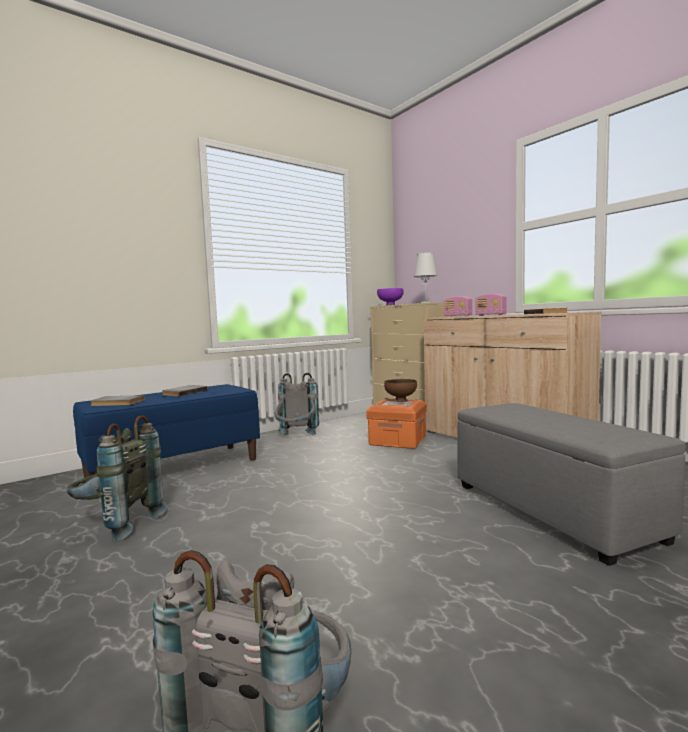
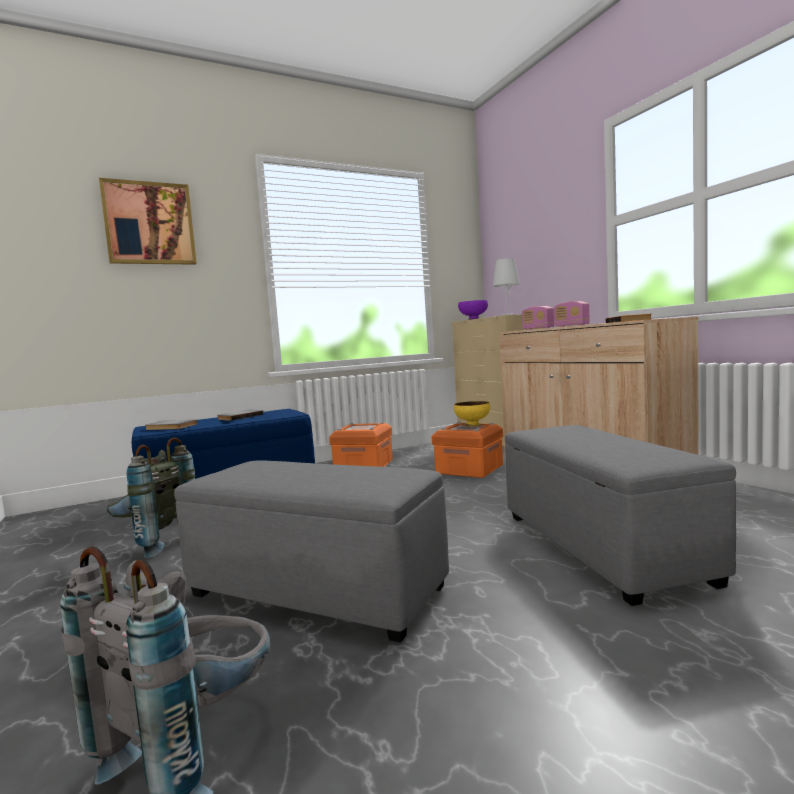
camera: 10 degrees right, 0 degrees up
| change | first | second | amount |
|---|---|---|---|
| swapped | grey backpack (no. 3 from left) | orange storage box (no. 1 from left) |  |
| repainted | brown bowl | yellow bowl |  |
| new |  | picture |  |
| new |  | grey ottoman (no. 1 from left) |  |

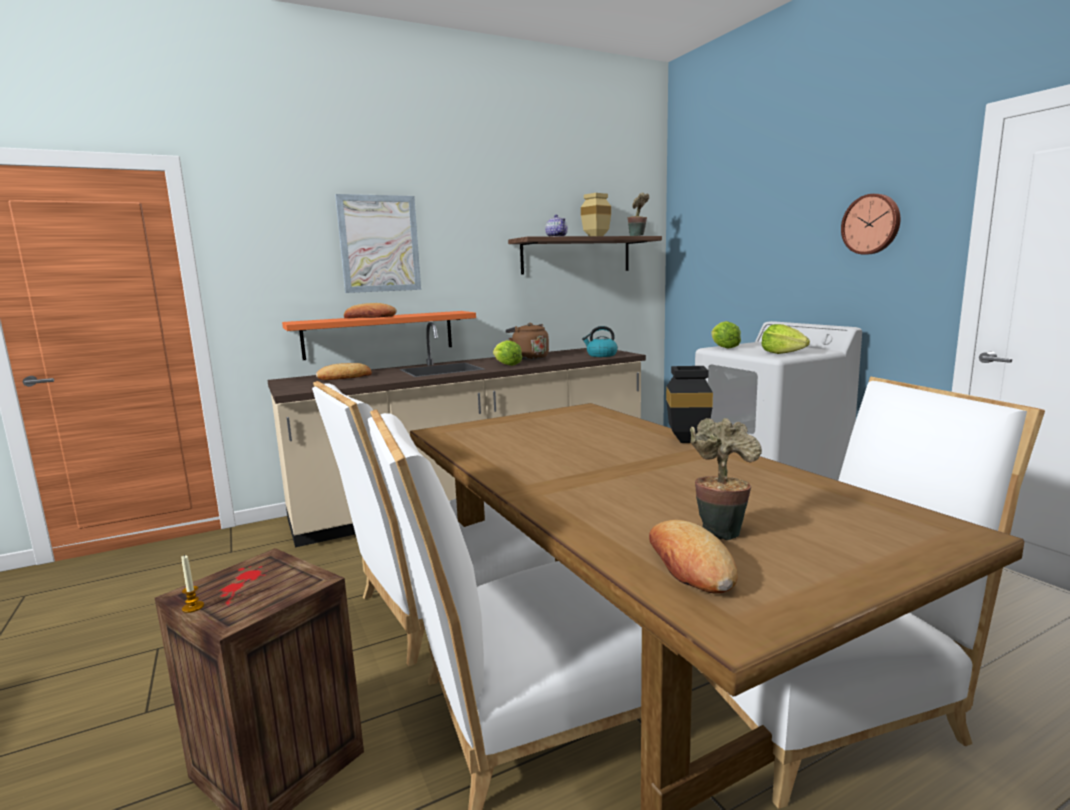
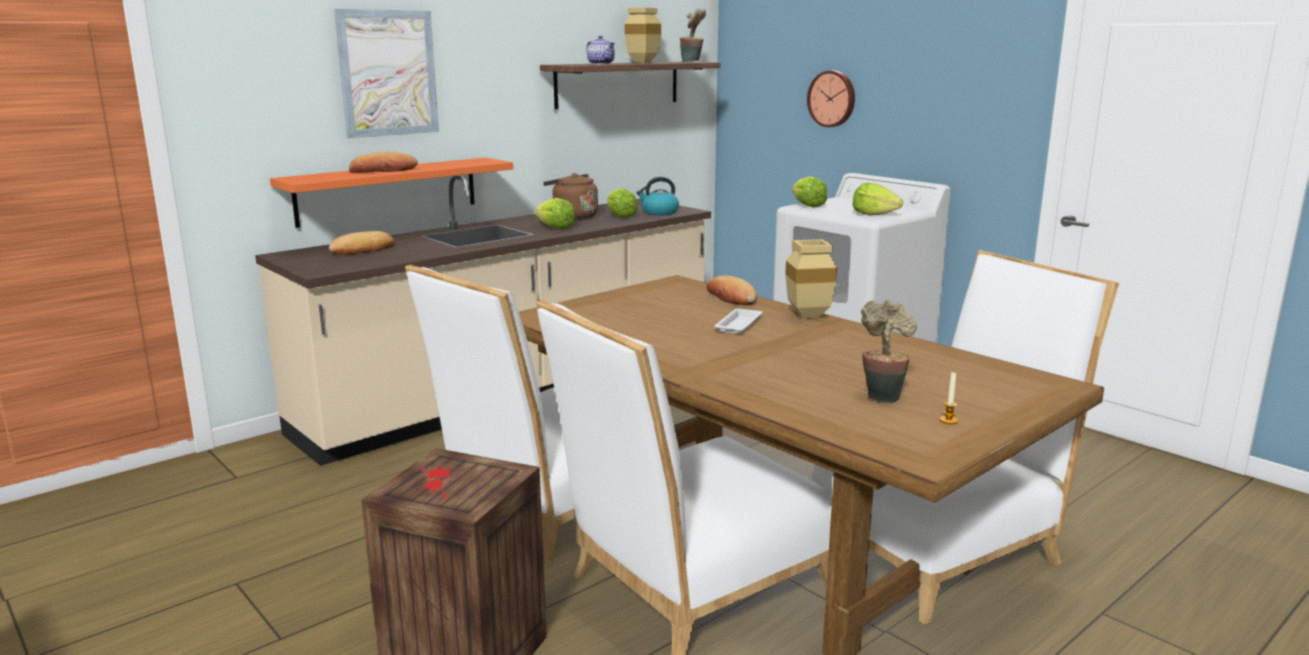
camera: 15 degrees left, 5 degrees up
| change | first | second | amount |
|---|---|---|---|
| shifted | wall clock |  |  |
| repainted | black vase | beige vase (no. 2 from left) |  |
| shifted | bread (no. 3 from left) |  |  |
| shifted | candle |  |  |
| new |  | lettuce (no. 2 from left) |  |
| new |  | white tray |  |

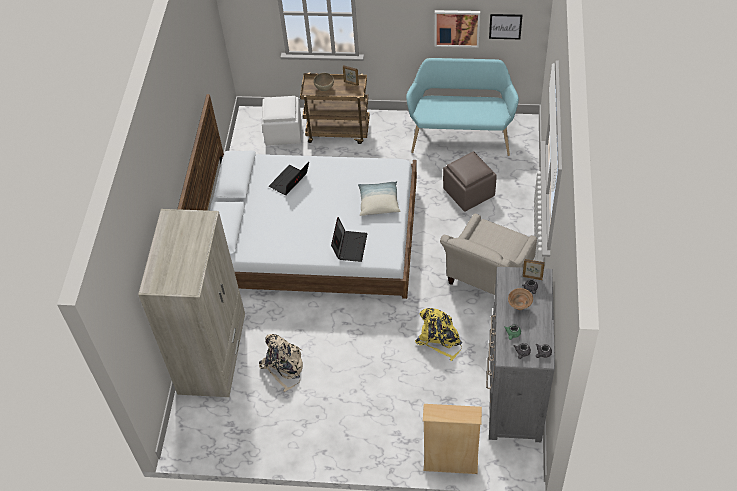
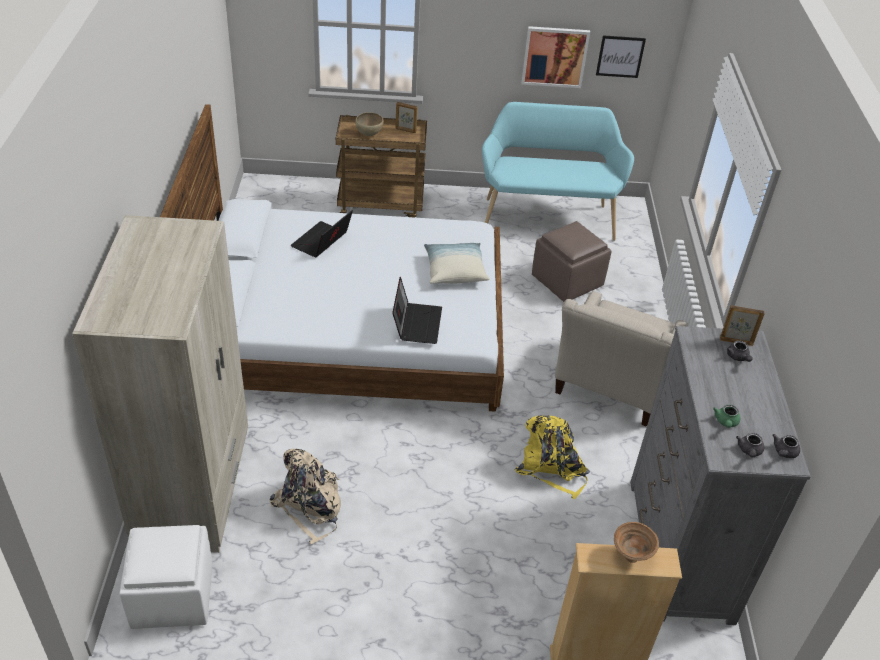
camera: 10 degrees left, 10 degrees down
| change | first | second | amount |
|---|---|---|---|
| shifted | white ottoman |  |  |
| shifted | brown bowl (no. 2 from left) |  |  |

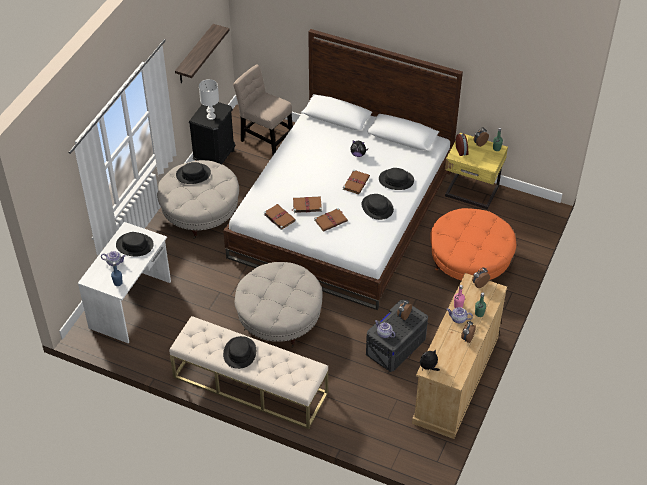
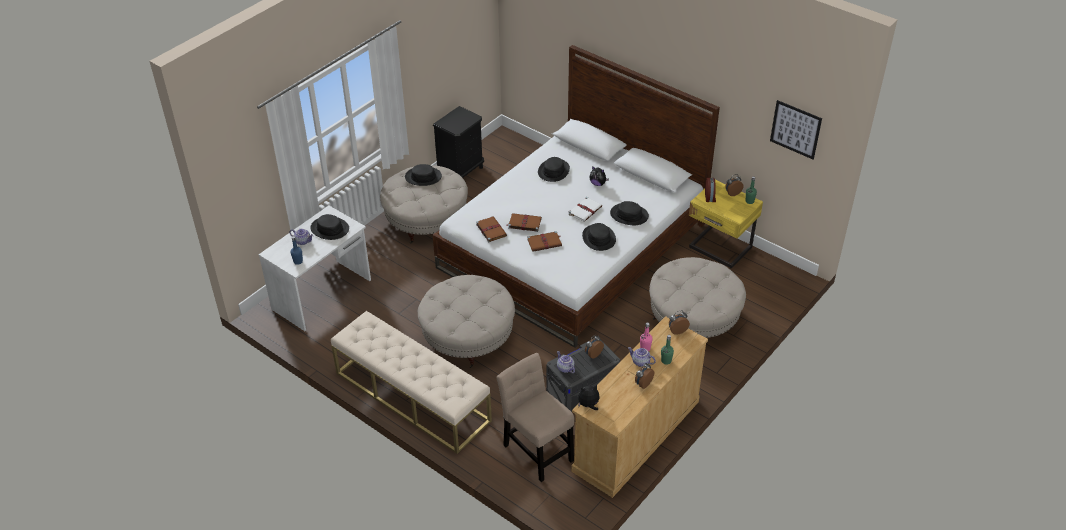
camera: 15 degrees right, 5 degrees down
| change | first | second | amount |
|---|---|---|---|
| gone | shelf |  |  |
| shifted | beige chair |  |  |
| gone | white table lamp |  |  |
| repainted | brown book (no. 4 from left) | white book |  |
| repainted | orange ottoman | beige ottoman (no. 3 from left) |  |
| shifted | black hat (no. 3 from left) |  |  |
| new |  | picture |  |

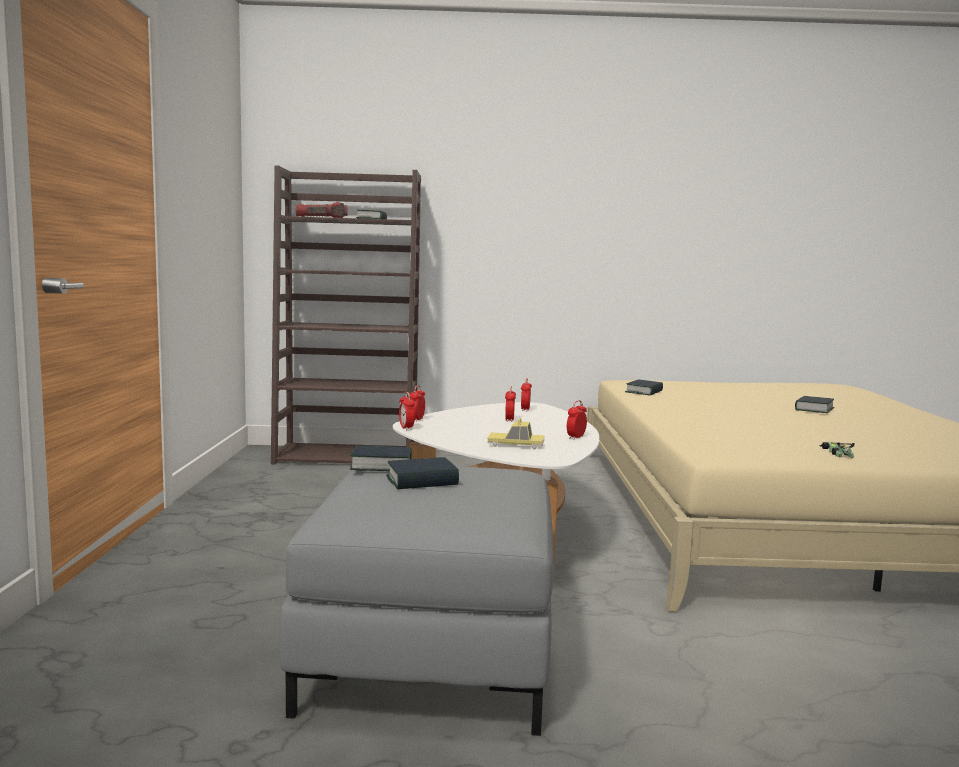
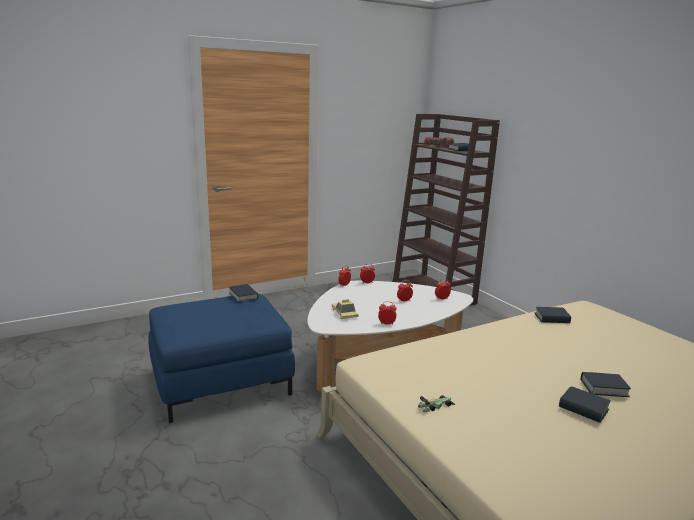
camera: 60 degrees right, 10 degrees up
| change | first | second | amount |
|---|---|---|---|
| shifted | book (no. 3 from left in the first image) | book (no. 4 from left) |  |
| repainted | grey ottoman | blue ottoman |  |

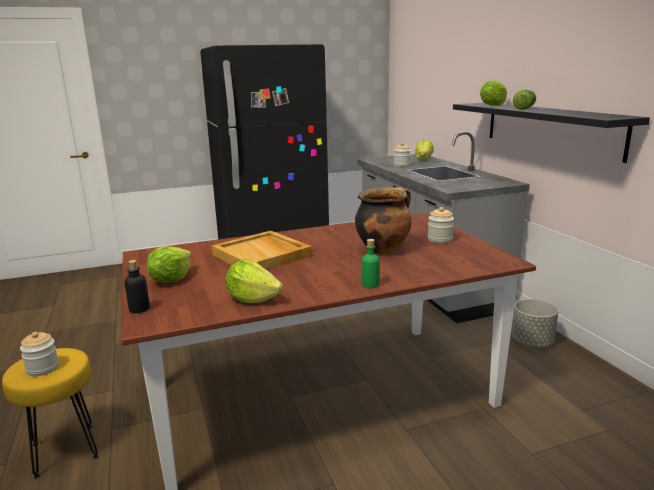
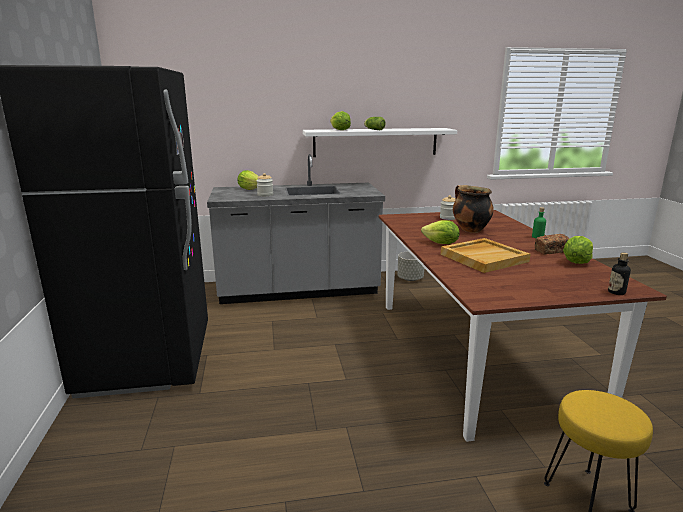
camera: 80 degrees left, 0 degrees up
| change | first | second | amount |
|---|---|---|---|
| repainted | black shelf | white shelf |  |
| shifted | lettuce (no. 1 from left in the first image) | lettuce (no. 4 from left) |  |
| gone | jar (no. 1 from left) |  |  |
| new |  | bread |  |

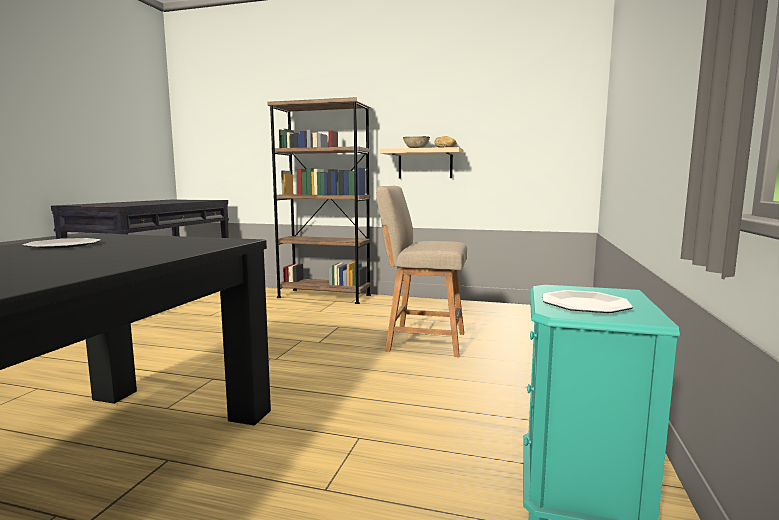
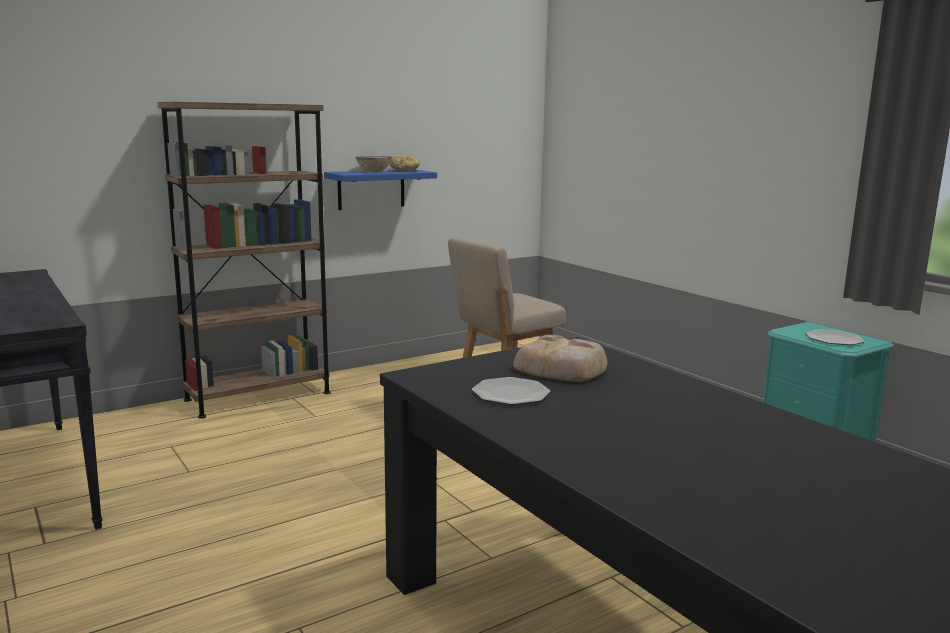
camera: 50 degrees left, 5 degrees up
| change | first | second | amount |
|---|---|---|---|
| repainted | beige shelf | blue shelf |  |
| new |  | bread (no. 2 from left) |  |

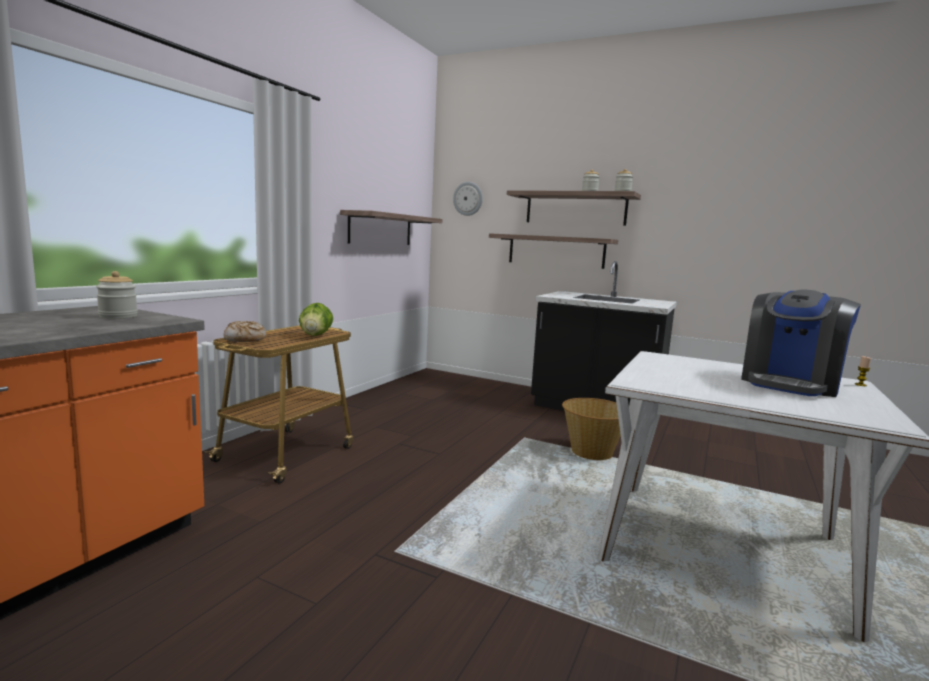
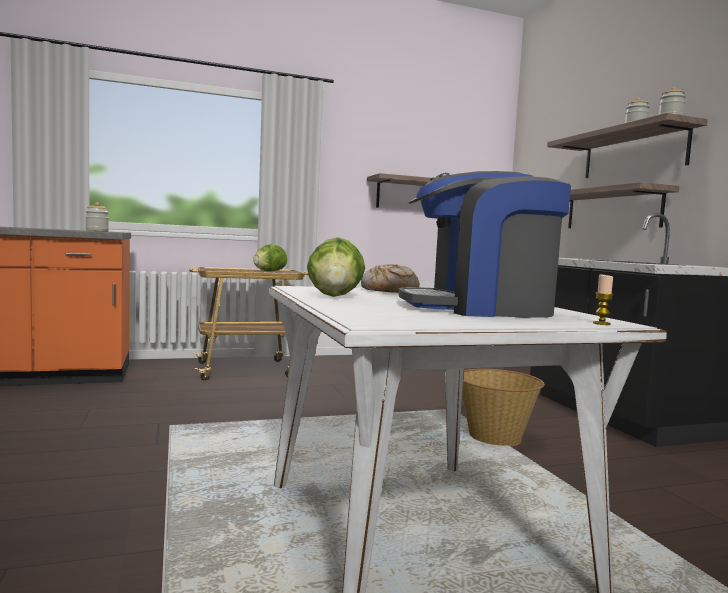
camera: 45 degrees right, 5 degrees down
| change | first | second | amount |
|---|---|---|---|
| gone | wall clock |  |  |
| shifted | bread |  |  |
| new |  | lettuce (no. 2 from left) |  |

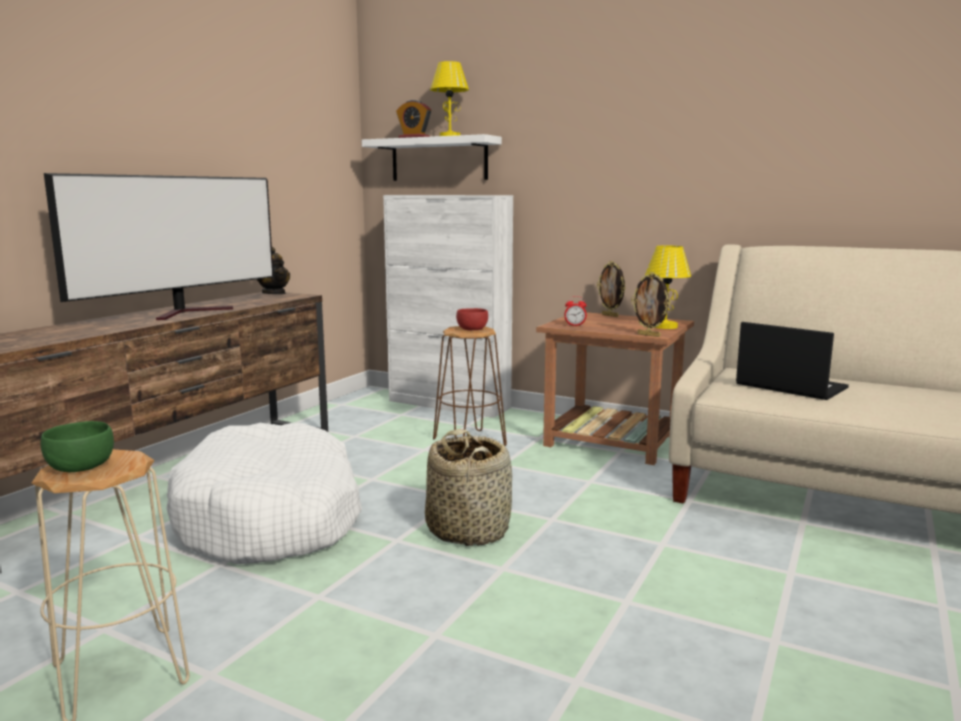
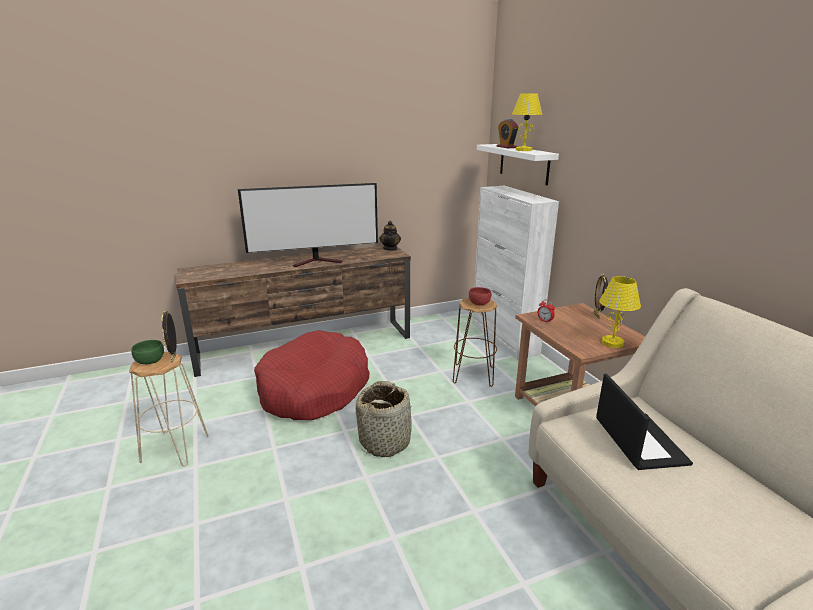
camera: 40 degrees right, 10 degrees up
| change | first | second | amount |
|---|---|---|---|
| shifted | picture frame (no. 2 from left in the first image) | picture frame (no. 1 from left) |  |
| repainted | white dog bed | red dog bed |  |

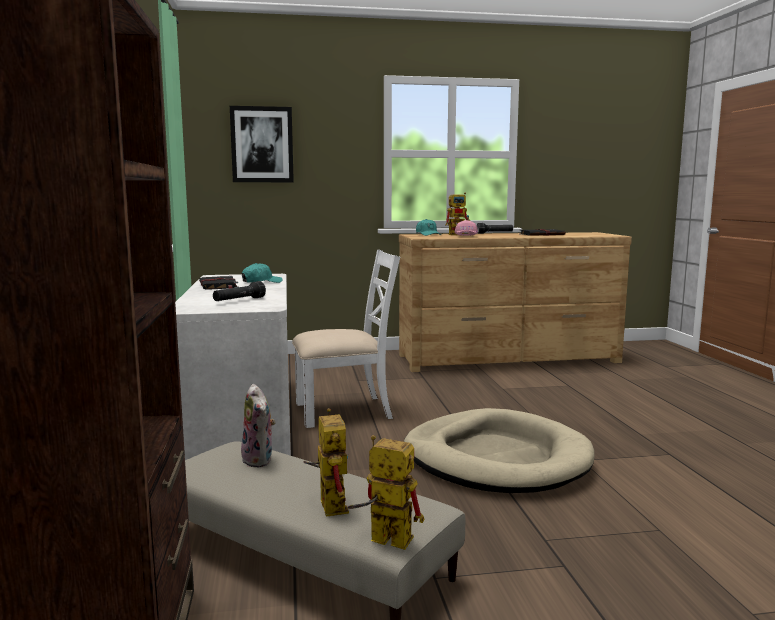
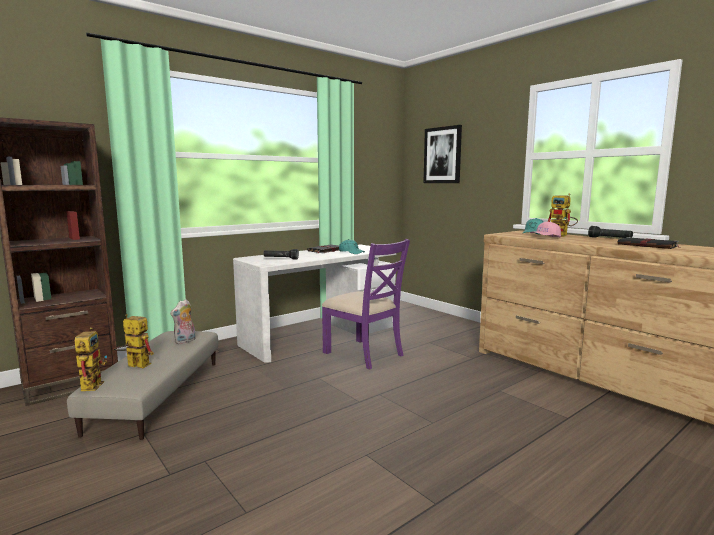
camera: 60 degrees right, 0 degrees up
| change | first | second | amount |
|---|---|---|---|
| repainted | white chair | purple chair |  |
| rotated | toy robot (no. 1 from left in the first image) | toy robot (no. 2 from left) | 120 degrees counterclockwise |
| gone | beige dog bed |  |  |

